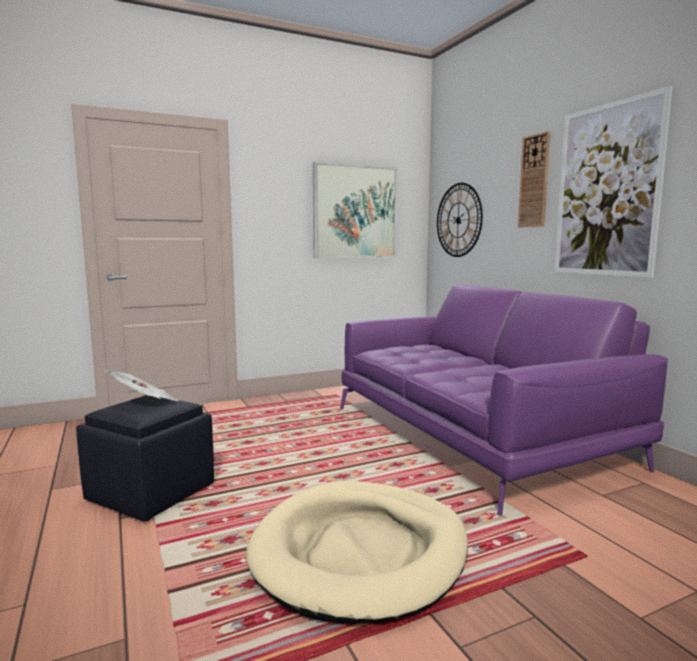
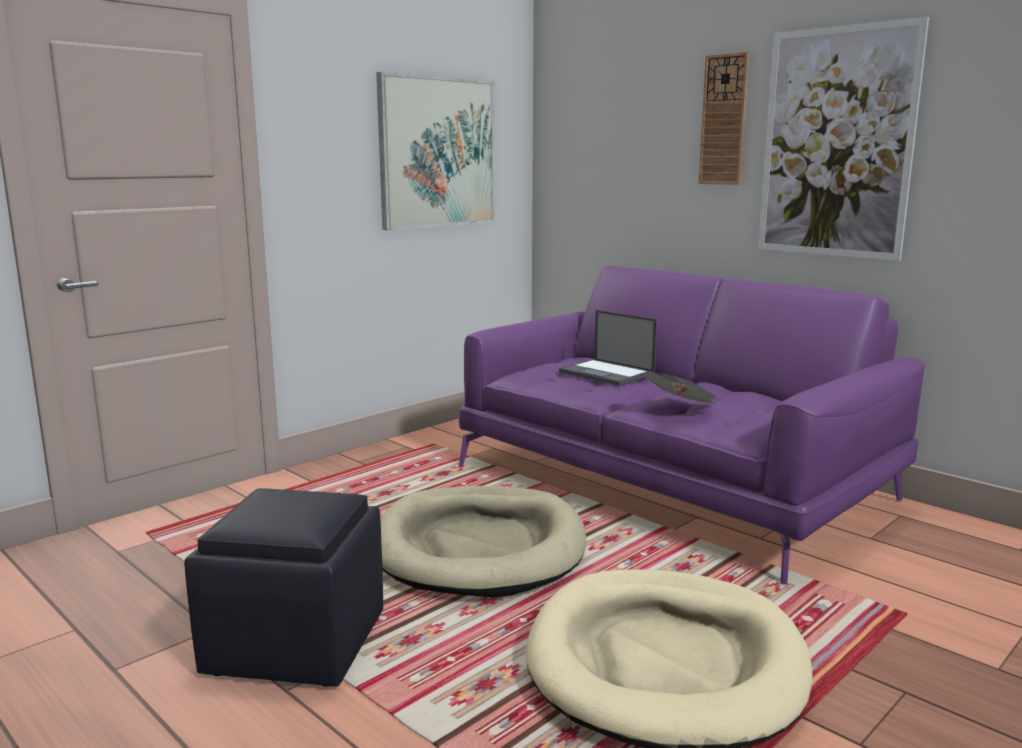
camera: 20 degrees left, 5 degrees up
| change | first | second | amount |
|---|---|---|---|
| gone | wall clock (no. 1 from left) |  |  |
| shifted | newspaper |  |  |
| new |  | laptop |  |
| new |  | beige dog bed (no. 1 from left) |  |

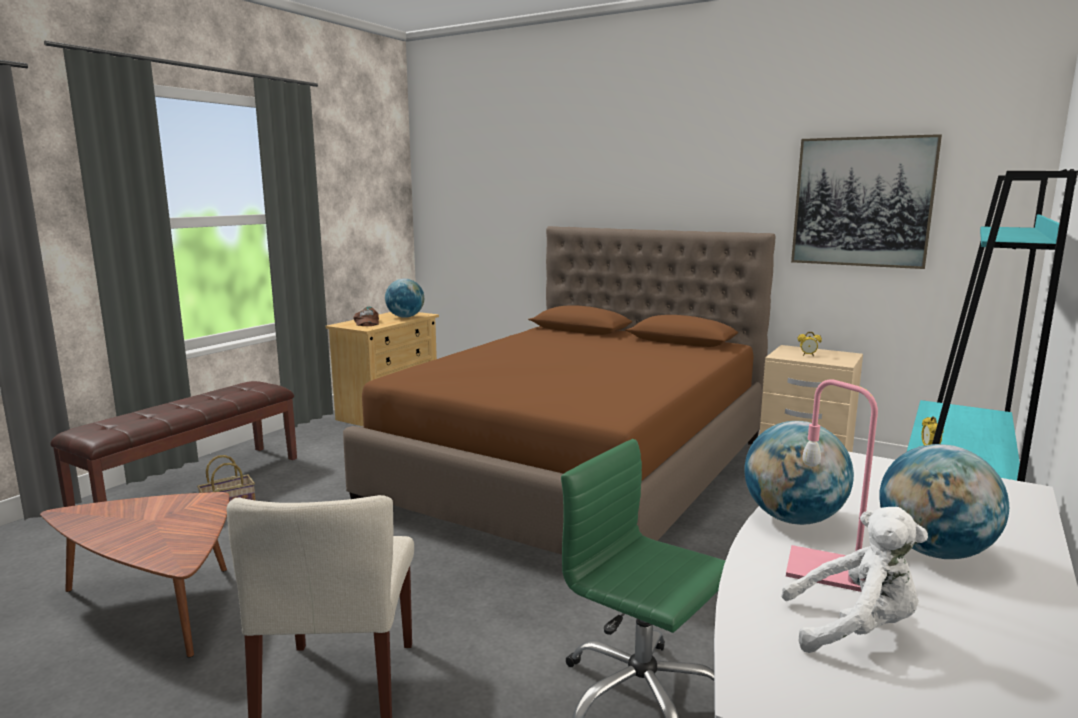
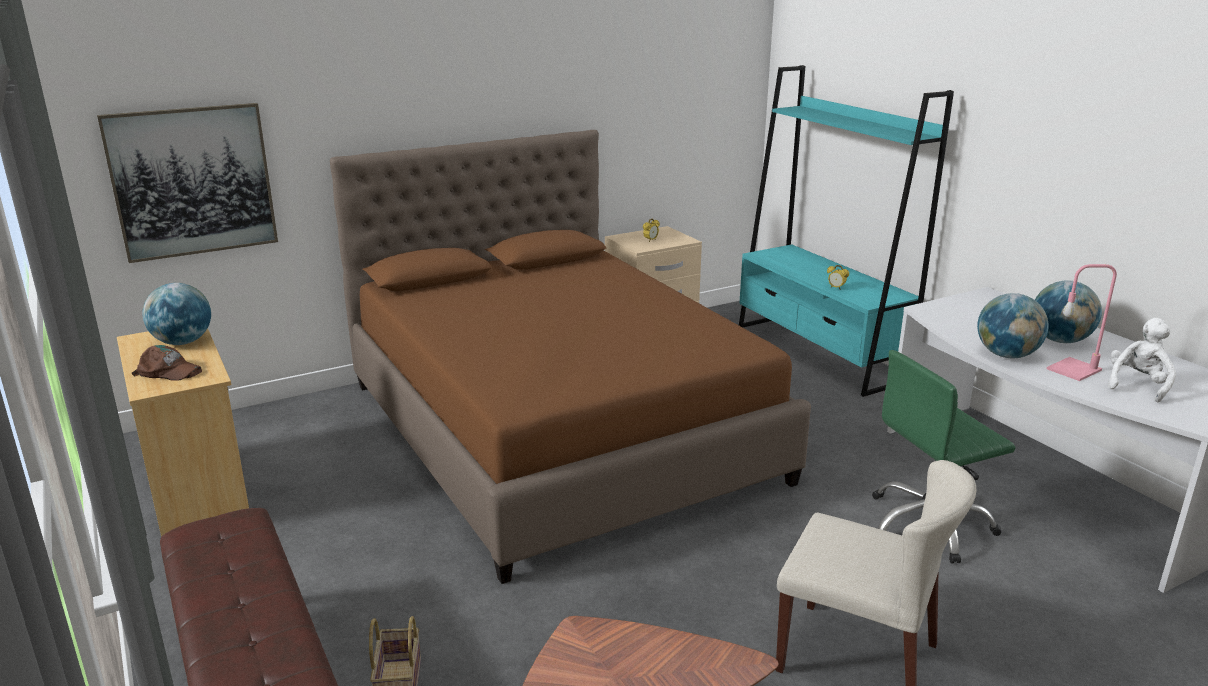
camera: 60 degrees left, 10 degrees up
| change | first | second | amount |
|---|---|---|---|
| shifted | picture |  |  |

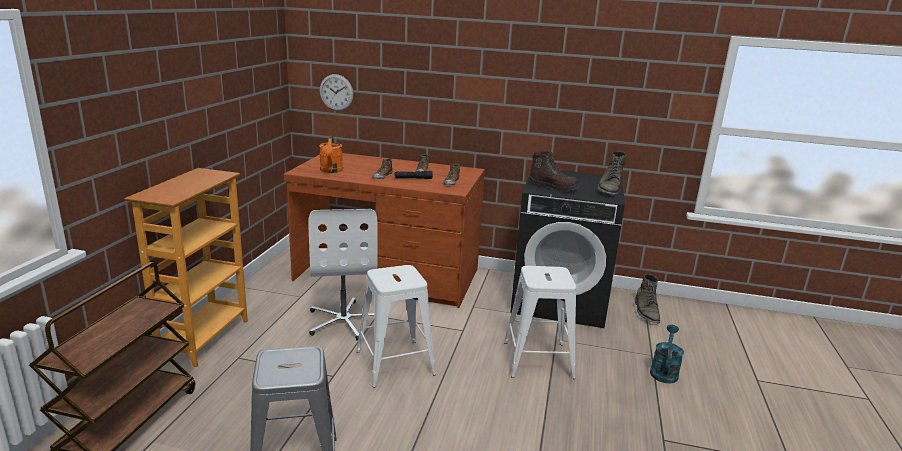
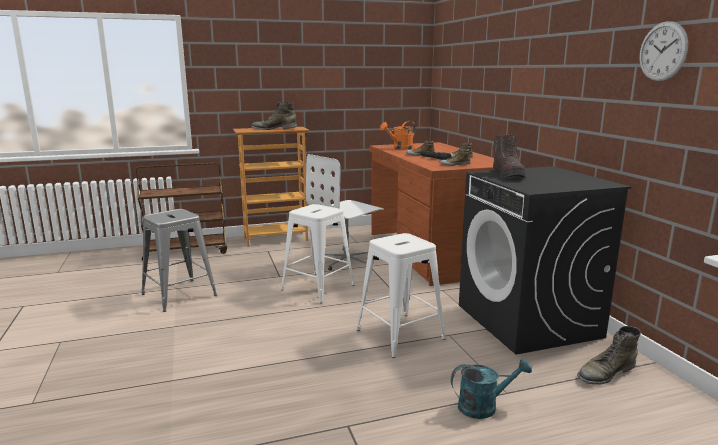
camera: 60 degrees right, 5 degrees down
| change | first | second | amount |
|---|---|---|---|
| shifted | wall clock |  |  |
| shifted | green boot (no. 1 from left) |  |  |

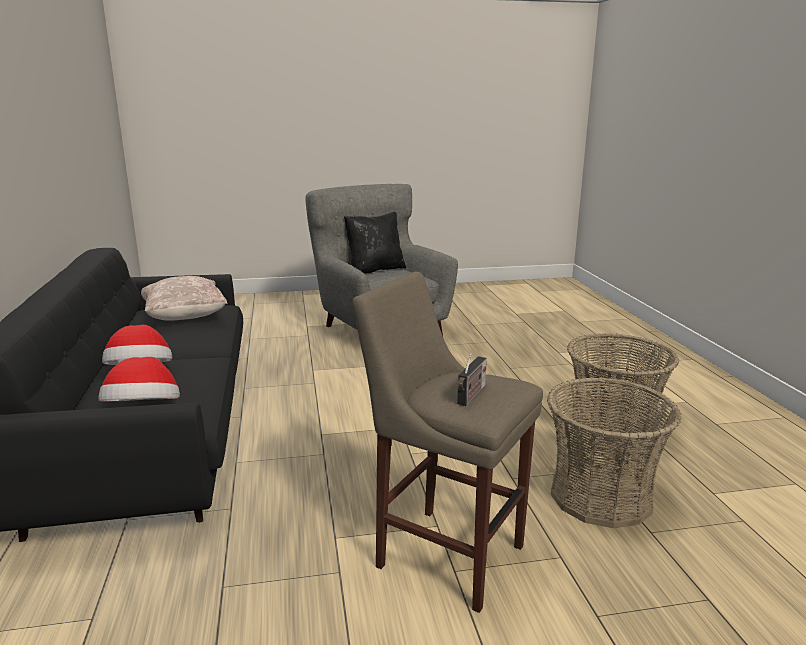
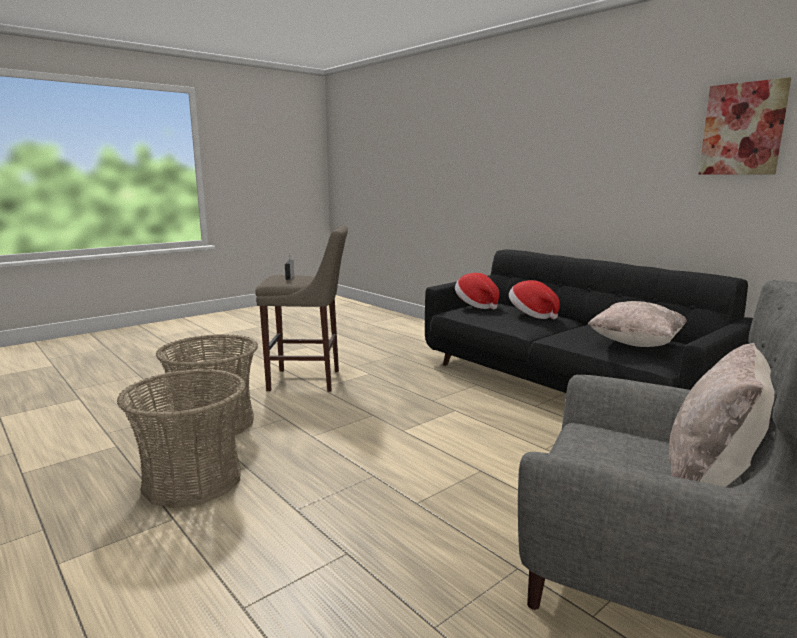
camera: 150 degrees right, 5 degrees down
| change | first | second | amount |
|---|---|---|---|
| repainted | black pillow | beige pillow (no. 2 from left) |  |
| new |  | picture |  |

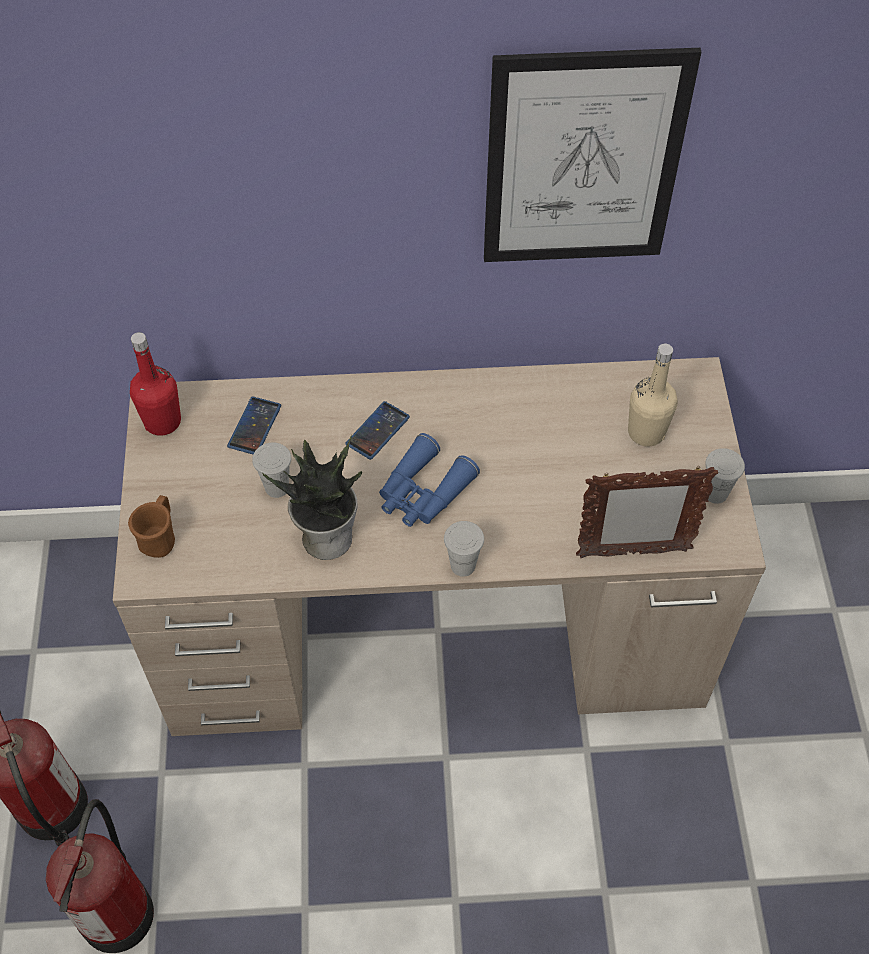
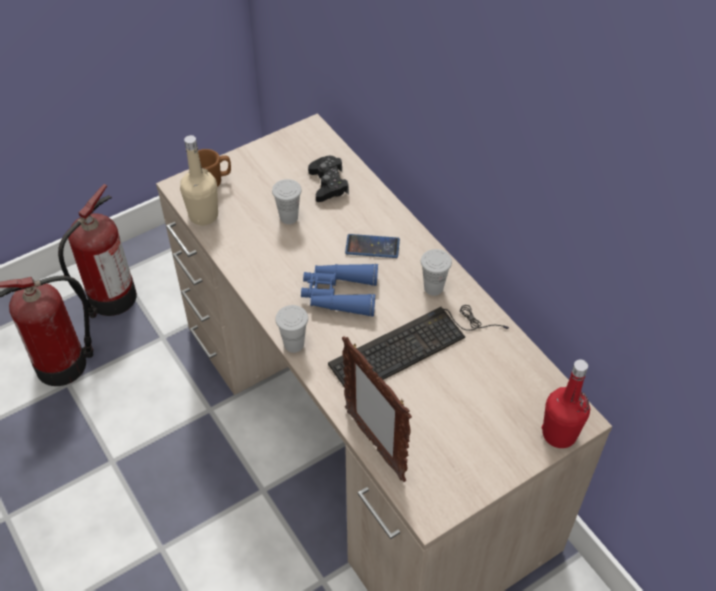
camera: 60 degrees right, 5 degrees down
| change | first | second | amount |
|---|---|---|---|
| gone | picture |  |  |
| shifted | red bottle |  |  |
| shifted | beige bottle |  |  |
| swapped | phone (no. 1 from left) | black game controller |  |
| gone | potted plant |  |  |
| shifted | white cup (no. 3 from left) |  |  |
| new |  | keyboard |  |

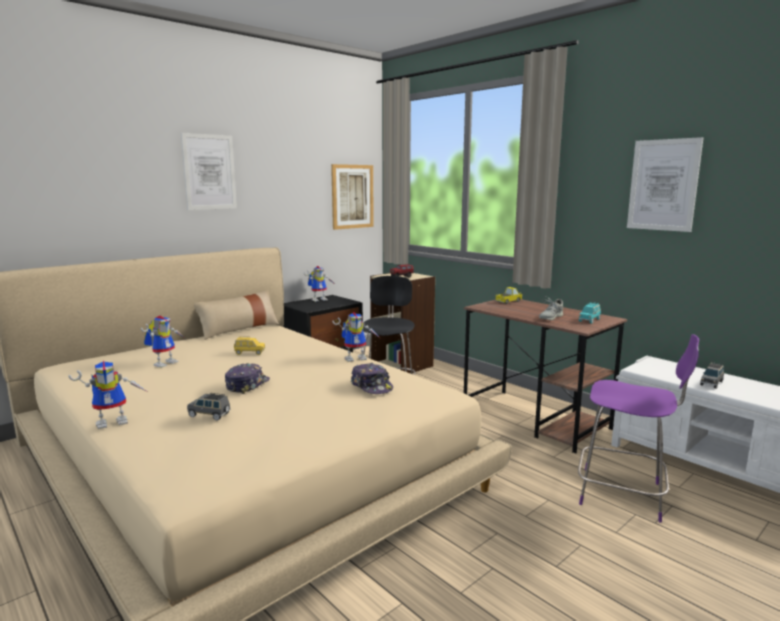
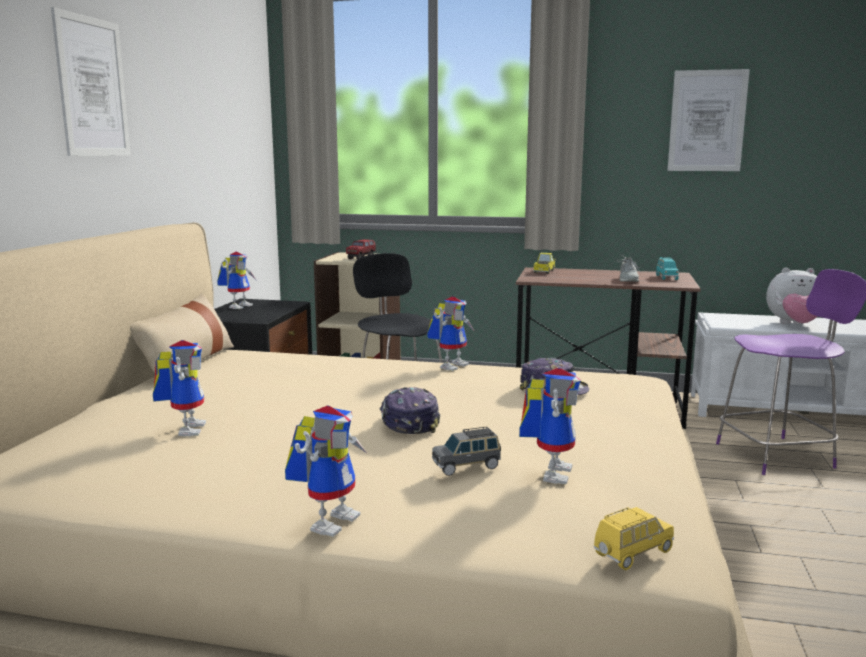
camera: 35 degrees left, 0 degrees up
| change | first | second | amount |
|---|---|---|---|
| gone | picture (no. 2 from left) |  |  |
| shifted | yellow toy car |  |  |
| swapped | grey toy car (no. 2 from left) | plush toy |  |
| new |  | toy robot (no. 5 from left) |  |

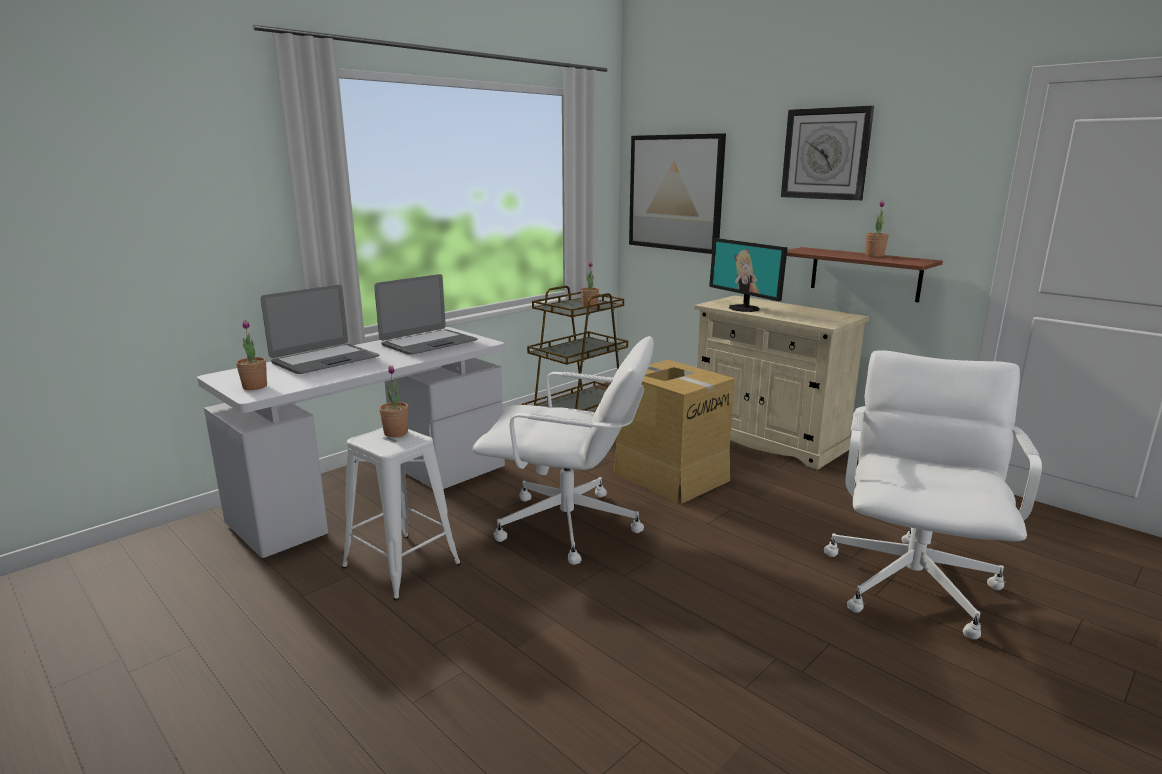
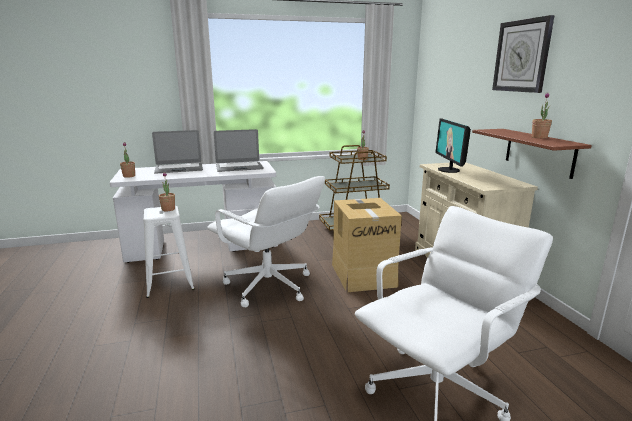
camera: 30 degrees right, 0 degrees up
| change | first | second | amount |
|---|---|---|---|
| gone | picture |  |  |

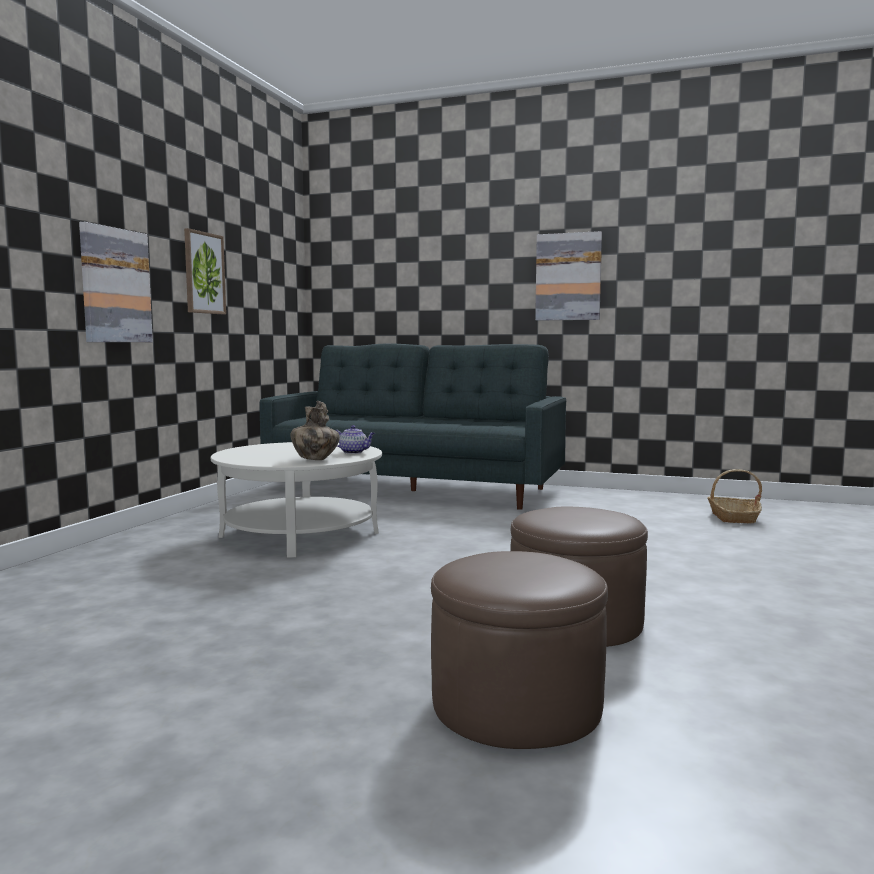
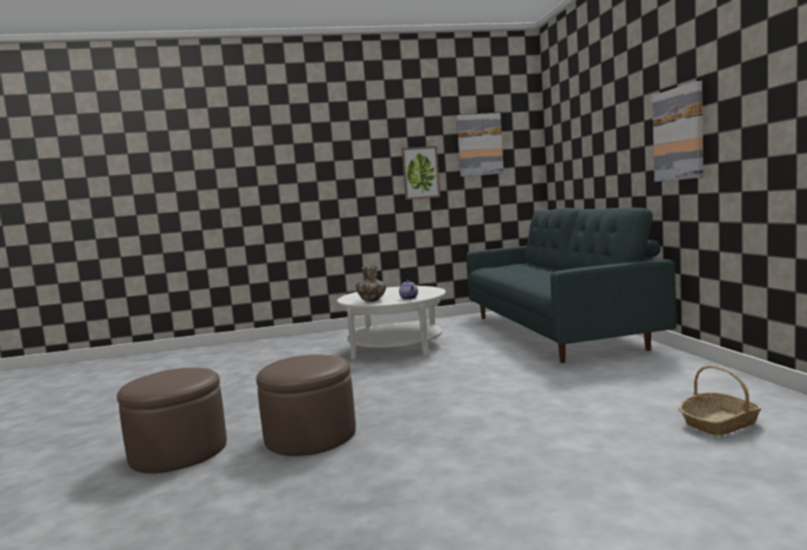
camera: 60 degrees right, 0 degrees up
| change | first | second | amount |
|---|---|---|---|
| shifted | picture (no. 1 from left in the first image) | picture (no. 2 from left) |  |

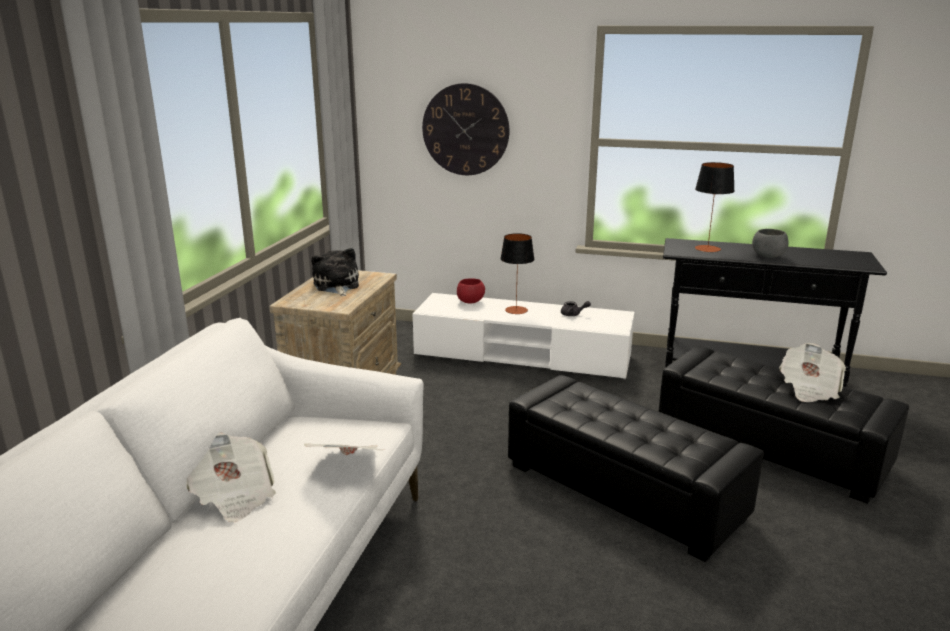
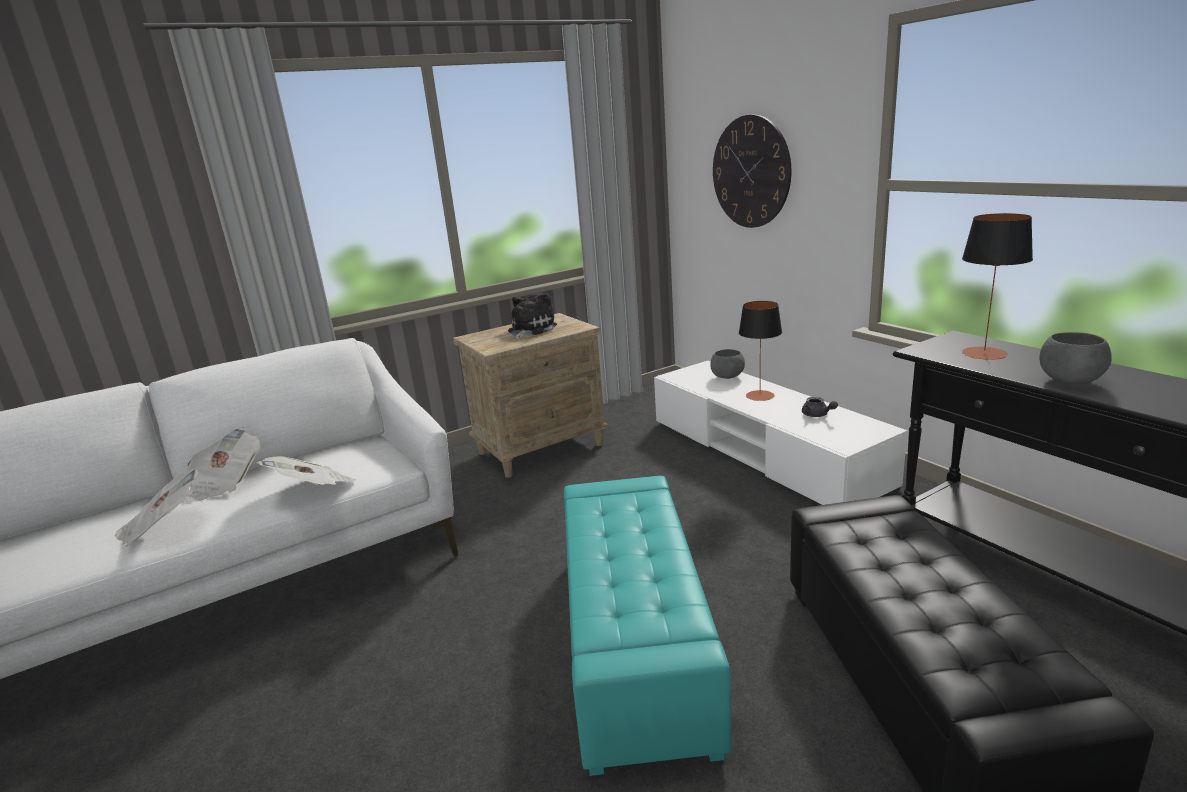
camera: 45 degrees right, 0 degrees up
| change | first | second | amount |
|---|---|---|---|
| repainted | red bowl | grey bowl (no. 1 from left) |  |
| shifted | newspaper (no. 3 from left in the first image) | newspaper (no. 1 from left) |  |
| repainted | black ottoman (no. 1 from left) | turquoise ottoman |  |

